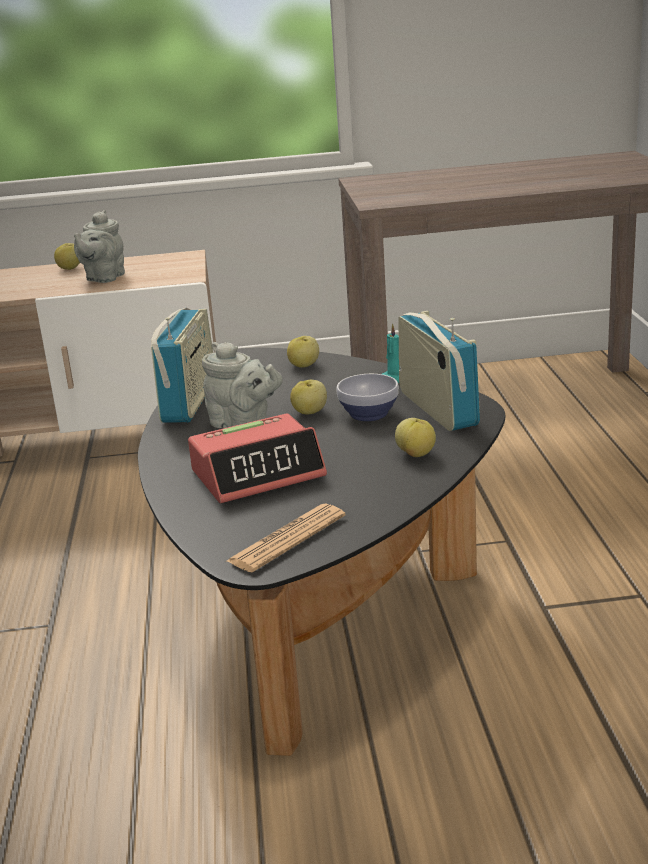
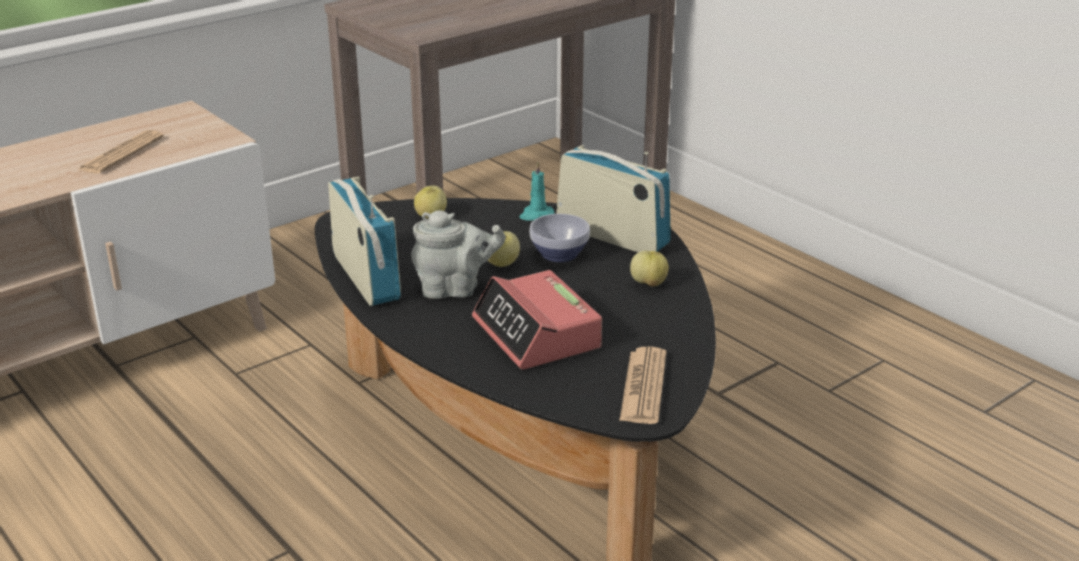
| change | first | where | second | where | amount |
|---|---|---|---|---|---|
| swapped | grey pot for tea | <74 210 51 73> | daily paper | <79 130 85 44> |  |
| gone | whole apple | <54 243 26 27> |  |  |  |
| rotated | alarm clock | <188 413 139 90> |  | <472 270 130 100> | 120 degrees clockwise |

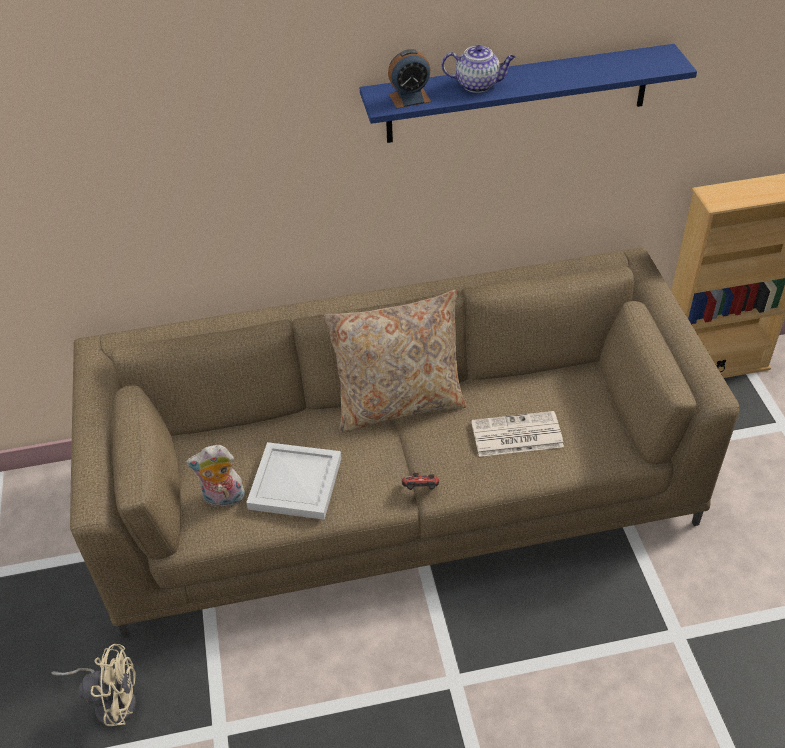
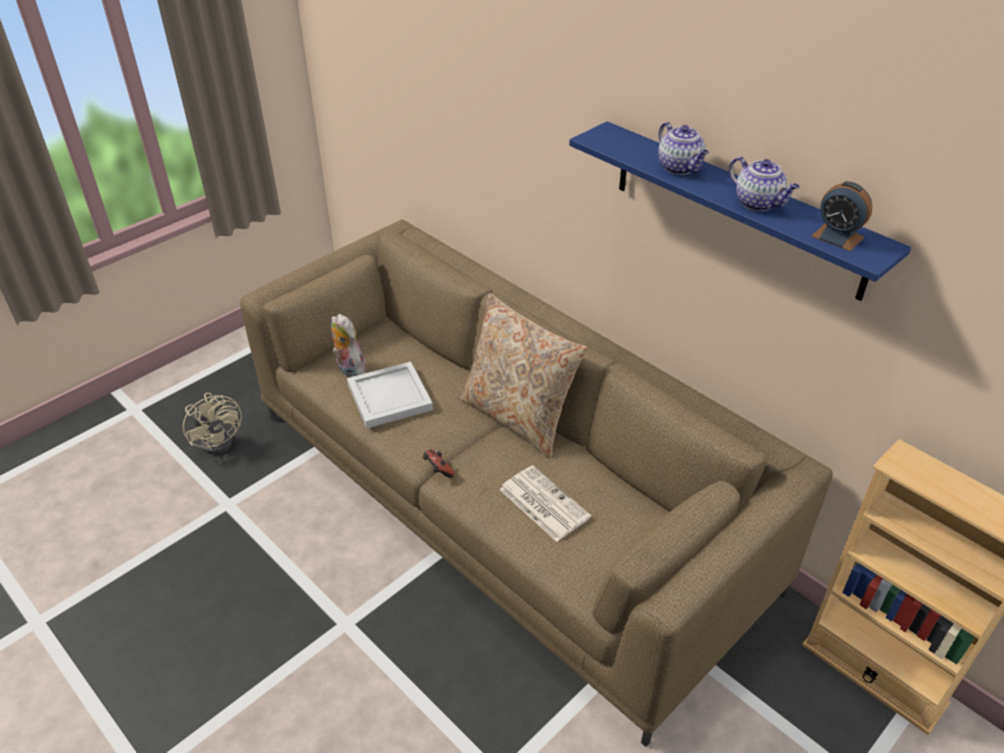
| change | first | where | second | where | amount |
|---|---|---|---|---|---|
| shifted | alarm clock | <388 49 43 60> |  | <811 181 61 70> |  |
| new |  |  | pot for tea | <729 157 71 54> |  |

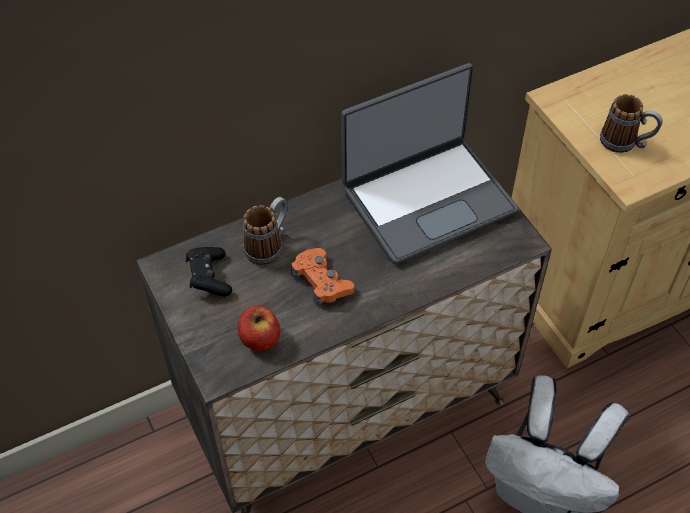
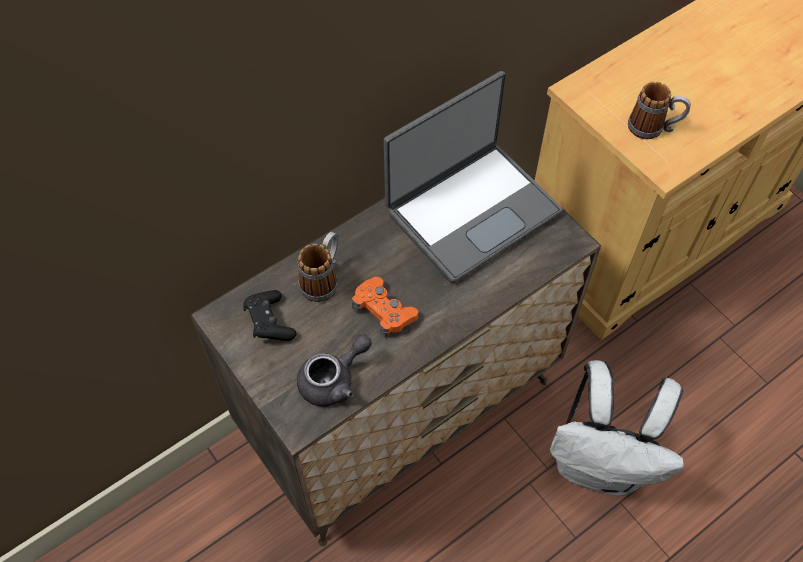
| change | first | where | second | where | amount |
|---|---|---|---|---|---|
| swapped | whole apple | <238 306 42 45> | grey pot for tea | <297 334 75 73> |  |

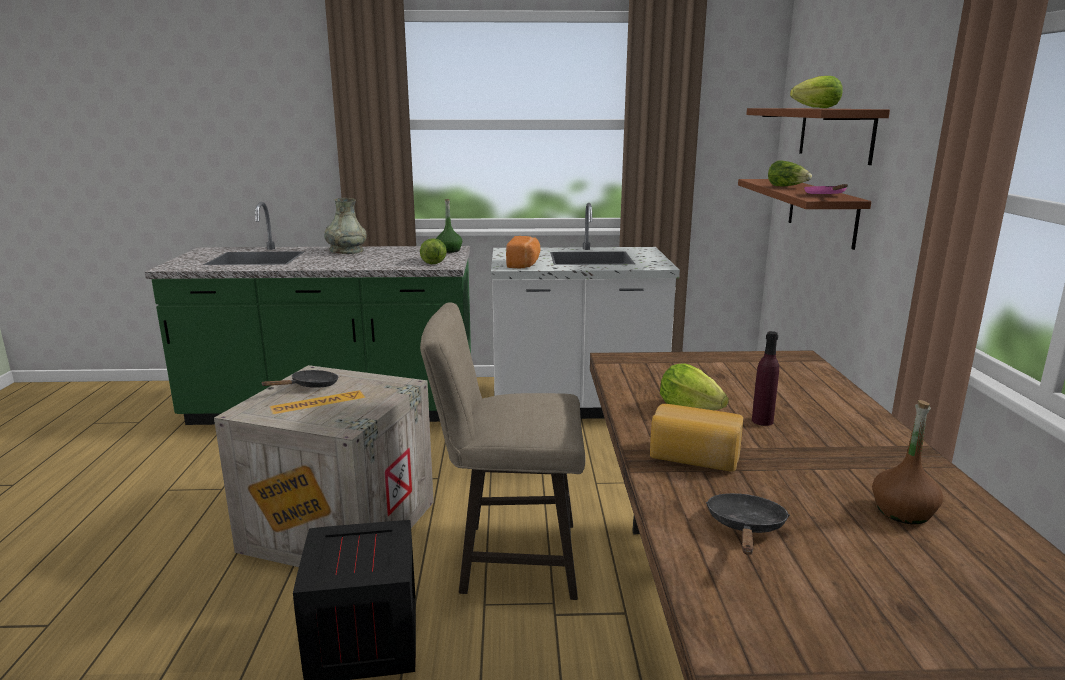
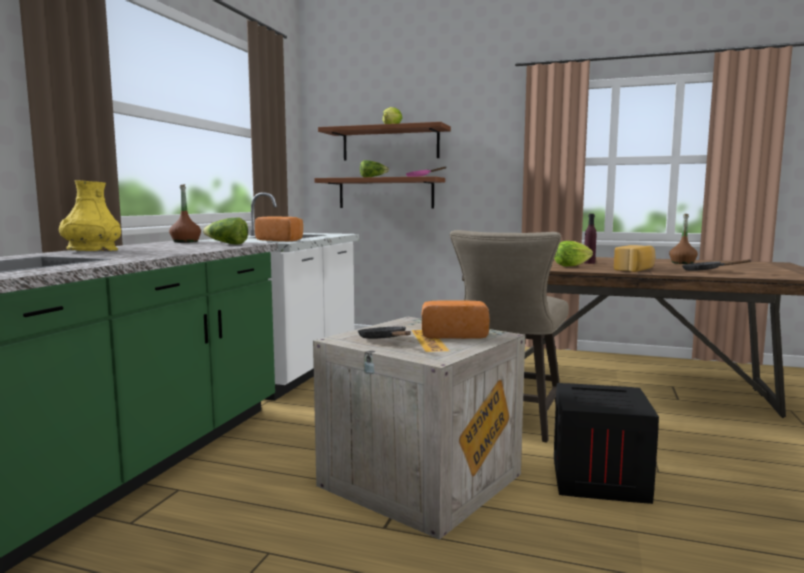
| change | first | where | second | where | amount |
|---|---|---|---|---|---|
| repainted | grey flower vase | <324 198 43 56> | yellow flower vase | <59 180 62 71> |  |
| repainted | green drink bottle | <436 199 26 54> | brown drink bottle | <169 184 32 59> |  |
| new |  |  | baked bread | <422 300 68 39> |  |

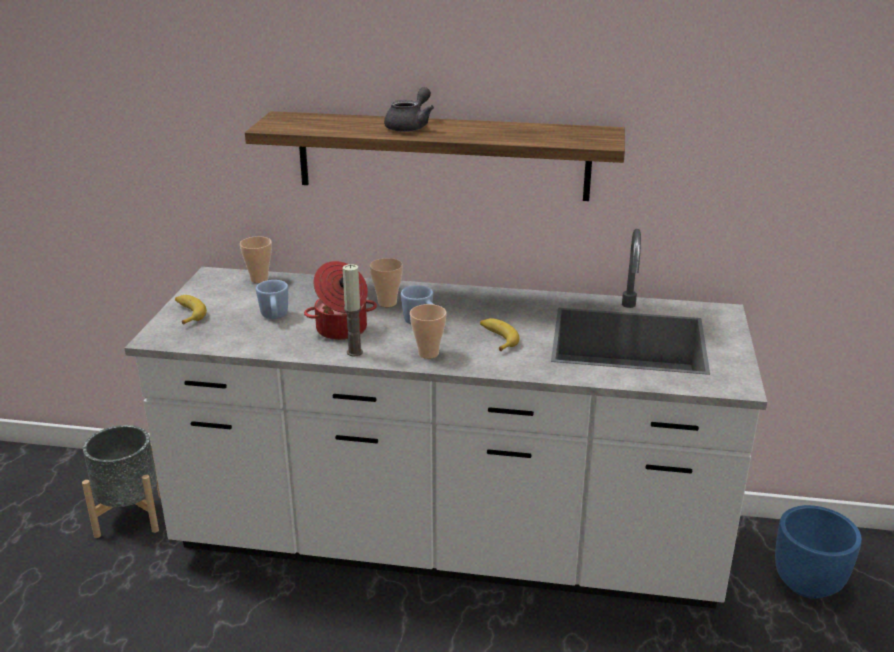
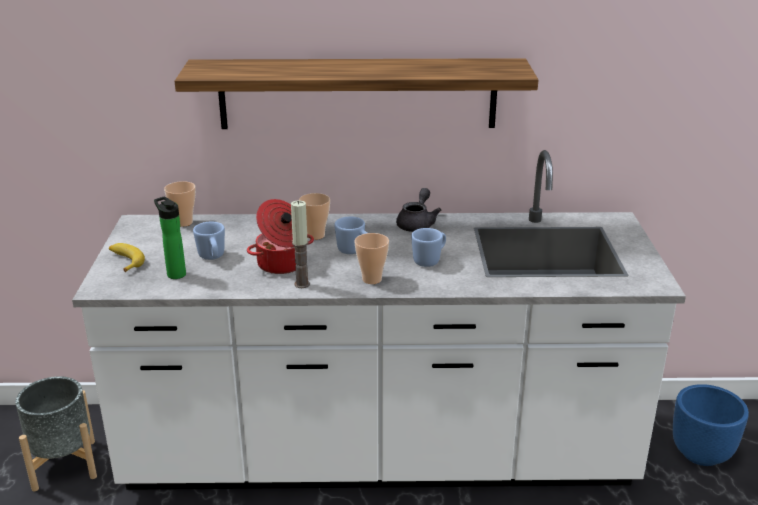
| change | first | where | second | where | amount |
|---|---|---|---|---|---|
| shifted | grey pot for tea | <384 87 50 45> |  | <396 188 45 44> |  |
| swapped | banana fruit | <480 318 40 33> | bluish coffee mug | <411 228 35 39> |  |
| new |  |  | drink bottle | <154 196 32 83> |  |

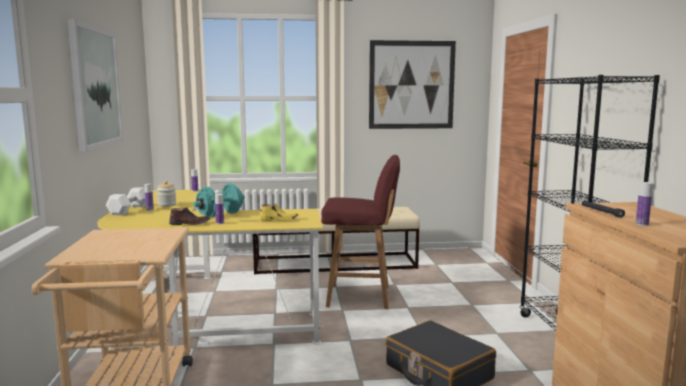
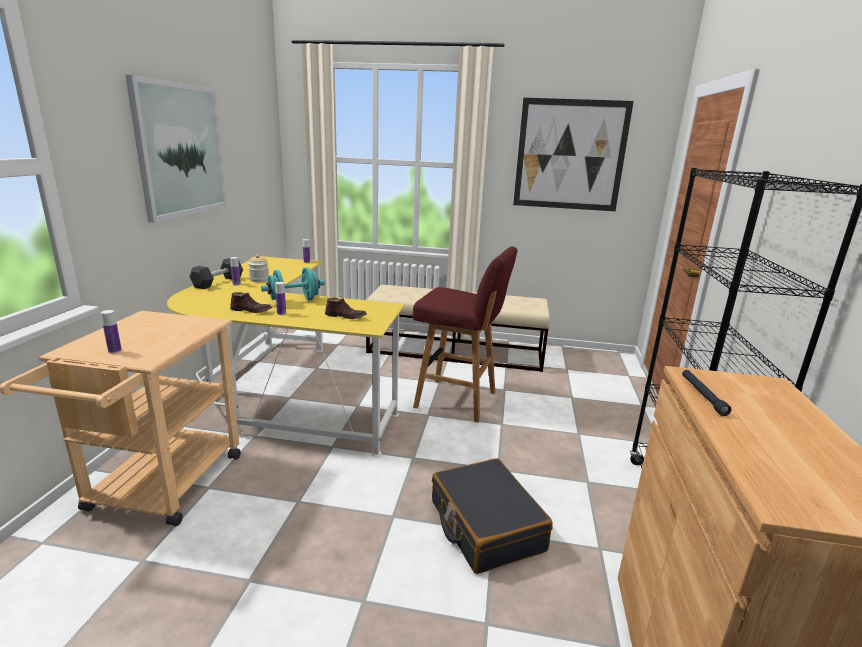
| change | first | where | second | where | amount |
|---|---|---|---|---|---|
| shifted | drink bottle | <636 182 17 44> |  | <101 310 21 44> |  |
| repainted | white-coloured dumbbell | <106 187 40 28> | black dumbbell | <189 258 54 31> |  |
| repainted | yellow shoe | <259 203 39 18> | brown shoe | <325 298 42 21> |  |

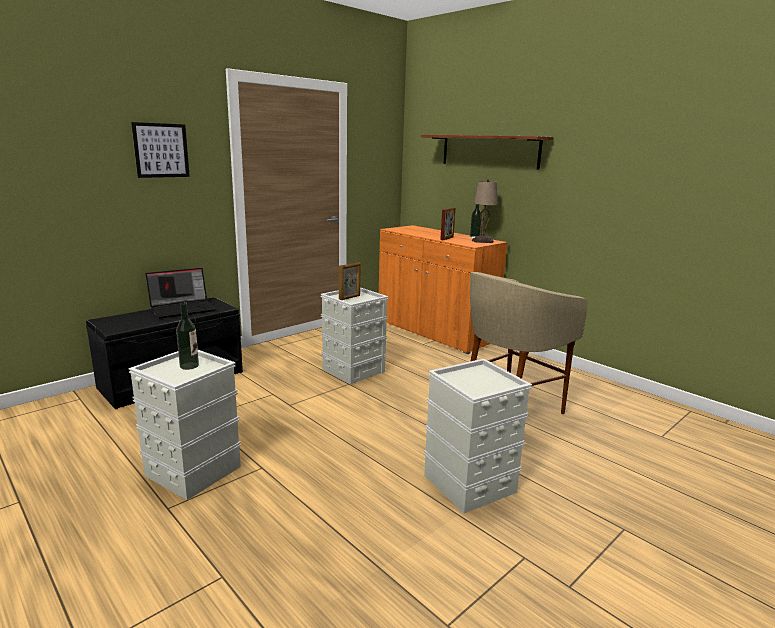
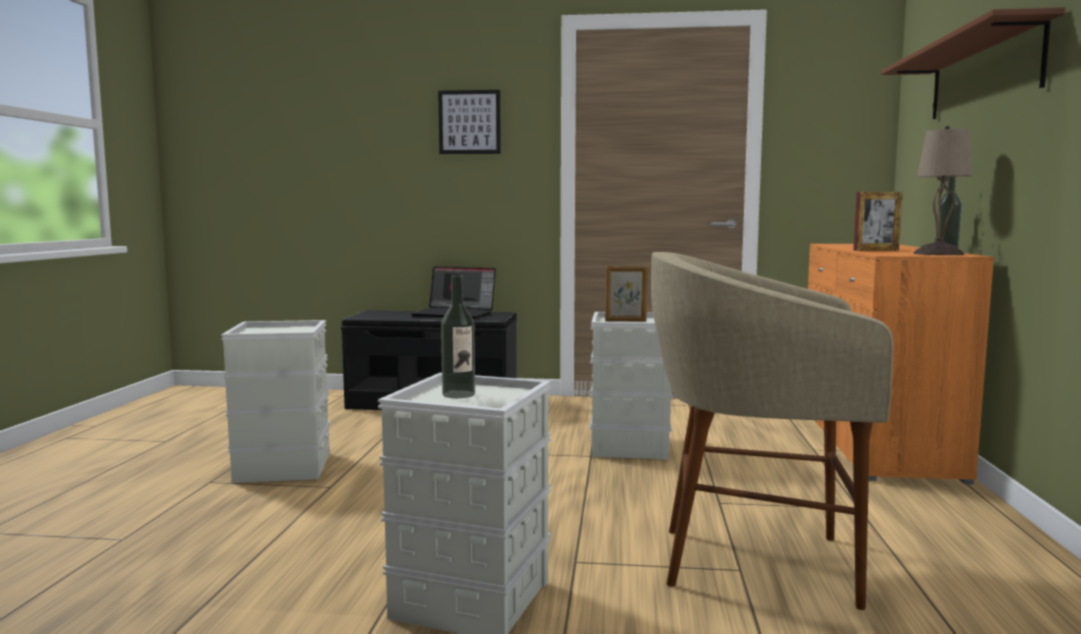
| change | first | where | second | where | amount |
|---|---|---|---|---|---|
| shifted | drink bottle | <176 302 23 68> |  | <441 275 34 123> |  |

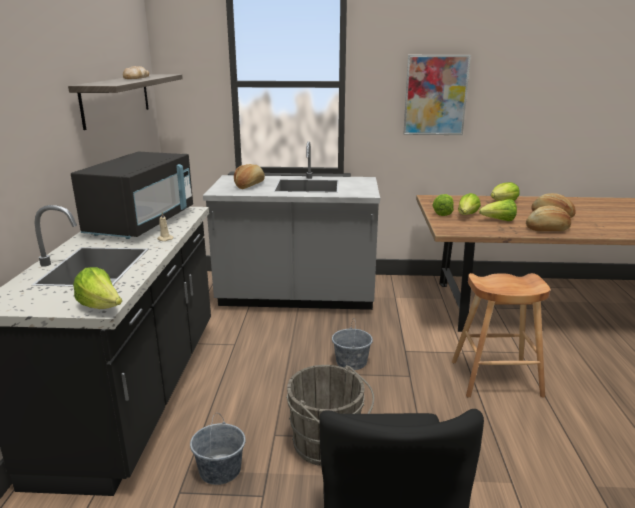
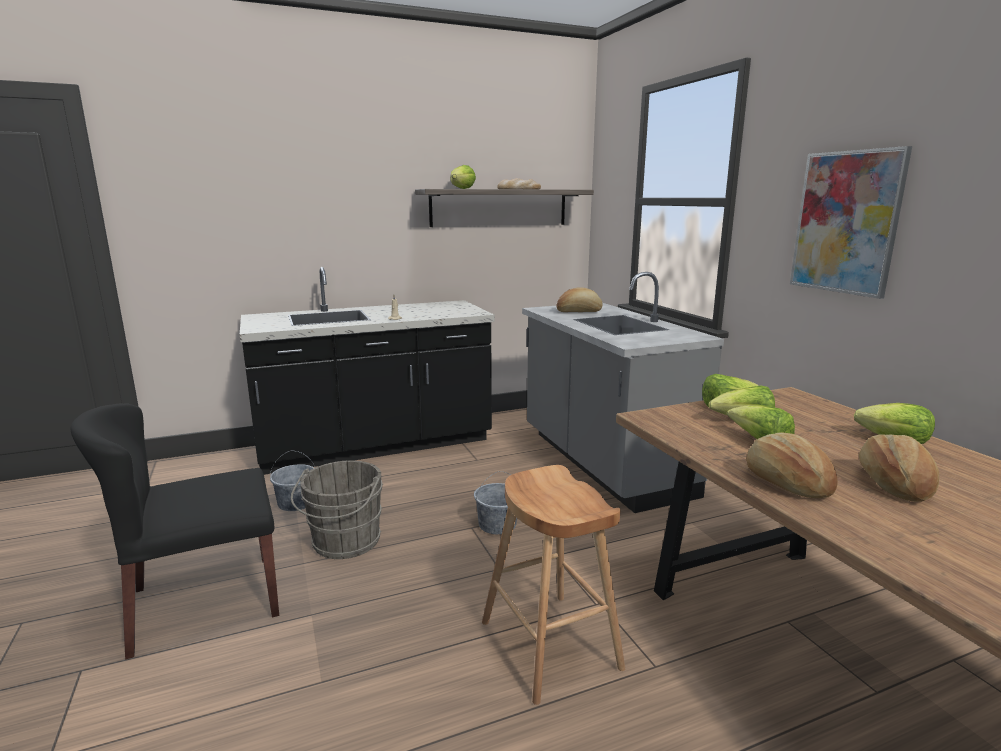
| change | first | where | second | where | amount |
|---|---|---|---|---|---|
| gone | black microwave oven | <71 152 122 87> |  |  |  |
| shifted | lettuce | <73 267 49 42> |  | <450 165 26 24> |  |

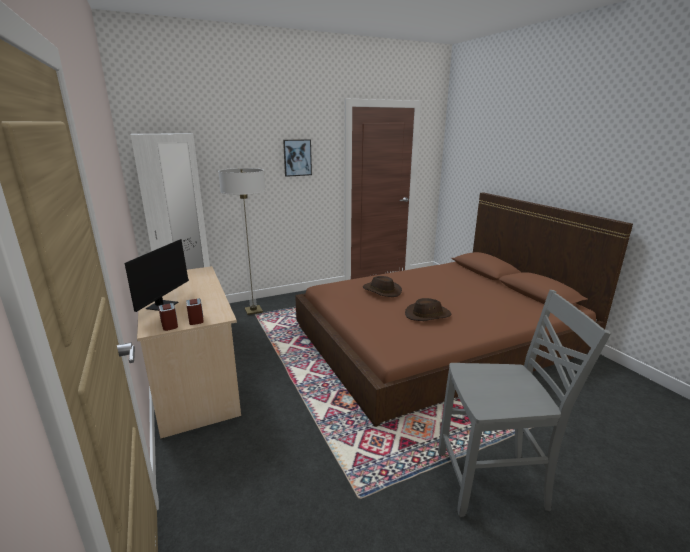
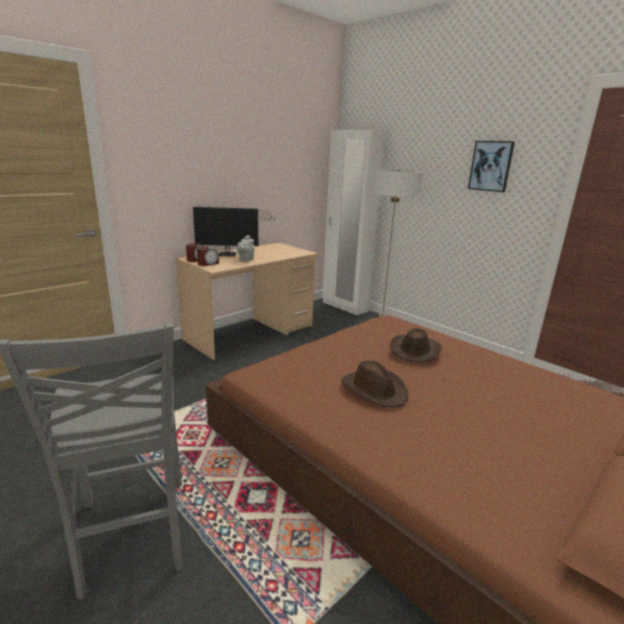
| change | first | where | second | where | amount |
|---|---|---|---|---|---|
| new |  |  | grey pot for tea | <237 235 18 27> |  |

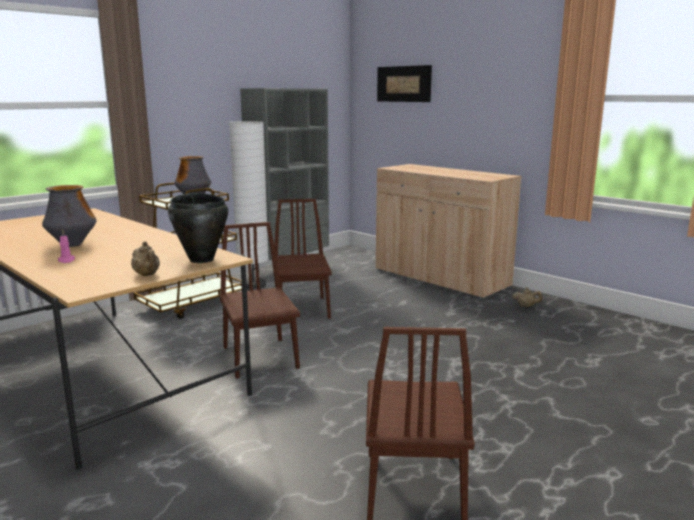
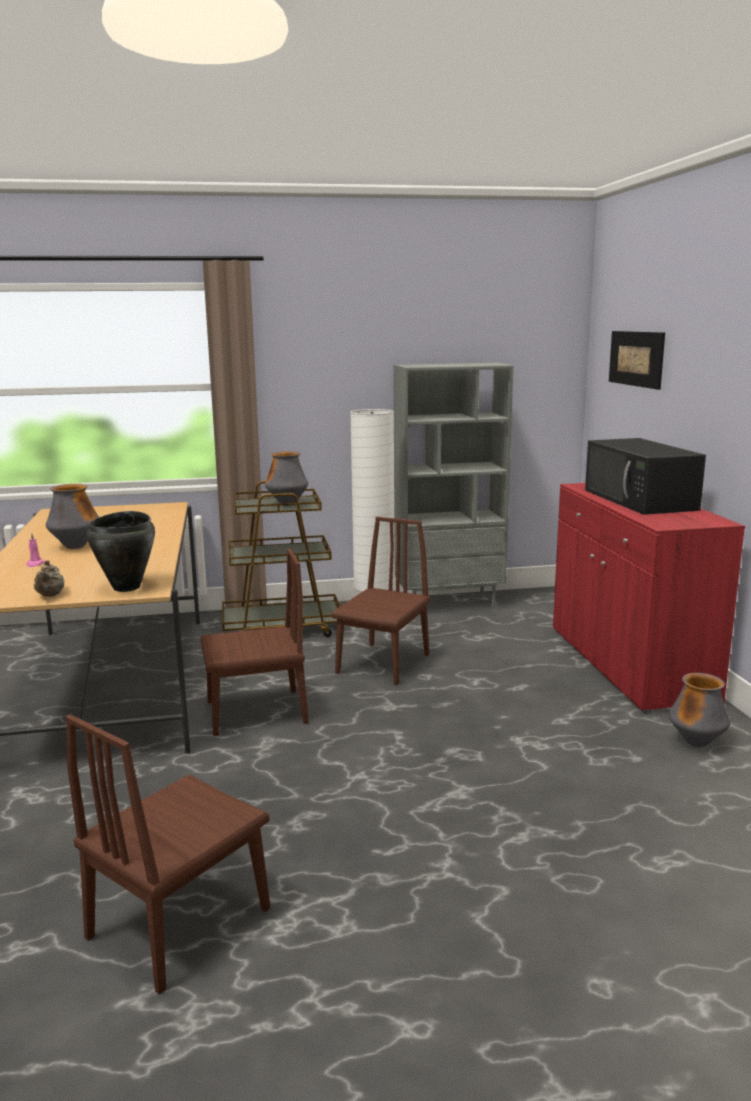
| change | first | where | second | where | amount |
|---|---|---|---|---|---|
| repainted | sand-coloured storage cabinet | <376 164 146 135> | red-coloured storage cabinet | <553 483 192 230> |  |
| rotated | brown upright chair | <219 222 81 157> |  | <200 548 109 188> | 60 degrees clockwise |
| swapped | sand-coloured pot for tea | <512 287 30 20> | flower vase | <669 673 61 74> |  |
| new |  |  | black microwave oven | <585 438 121 77> |  |

